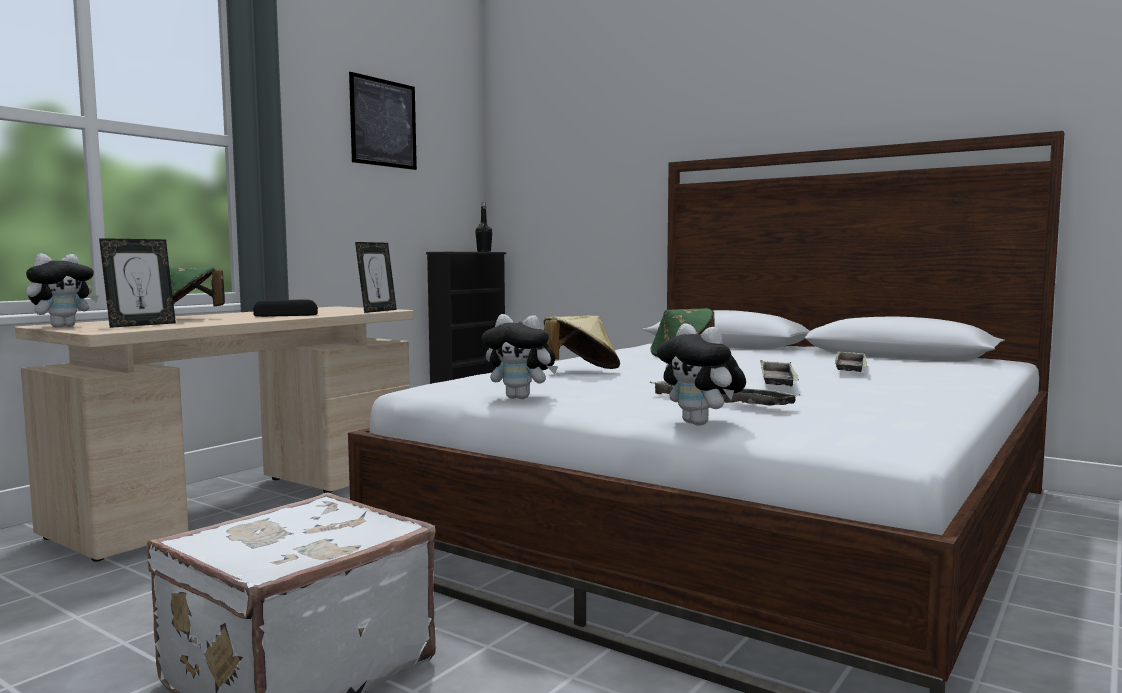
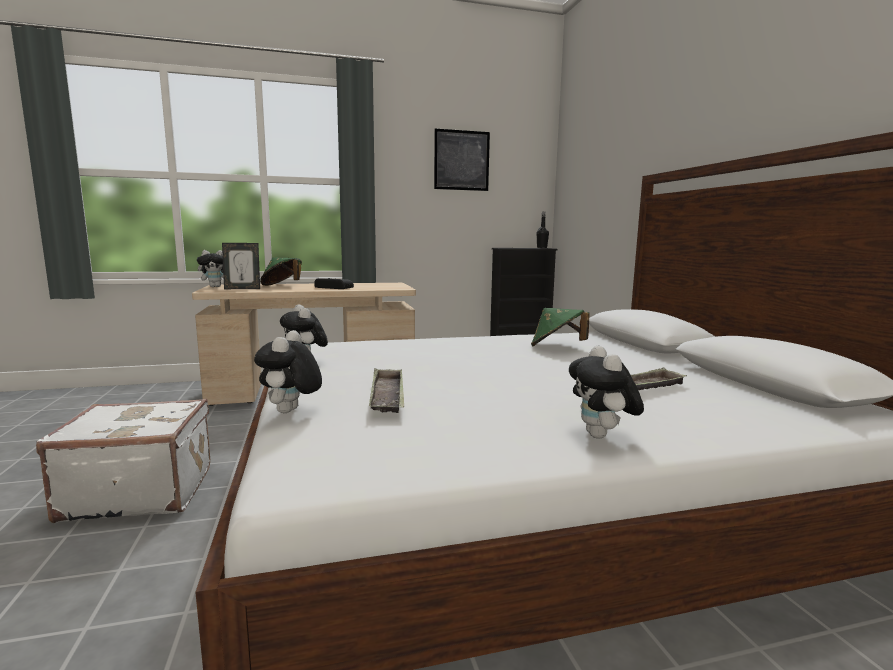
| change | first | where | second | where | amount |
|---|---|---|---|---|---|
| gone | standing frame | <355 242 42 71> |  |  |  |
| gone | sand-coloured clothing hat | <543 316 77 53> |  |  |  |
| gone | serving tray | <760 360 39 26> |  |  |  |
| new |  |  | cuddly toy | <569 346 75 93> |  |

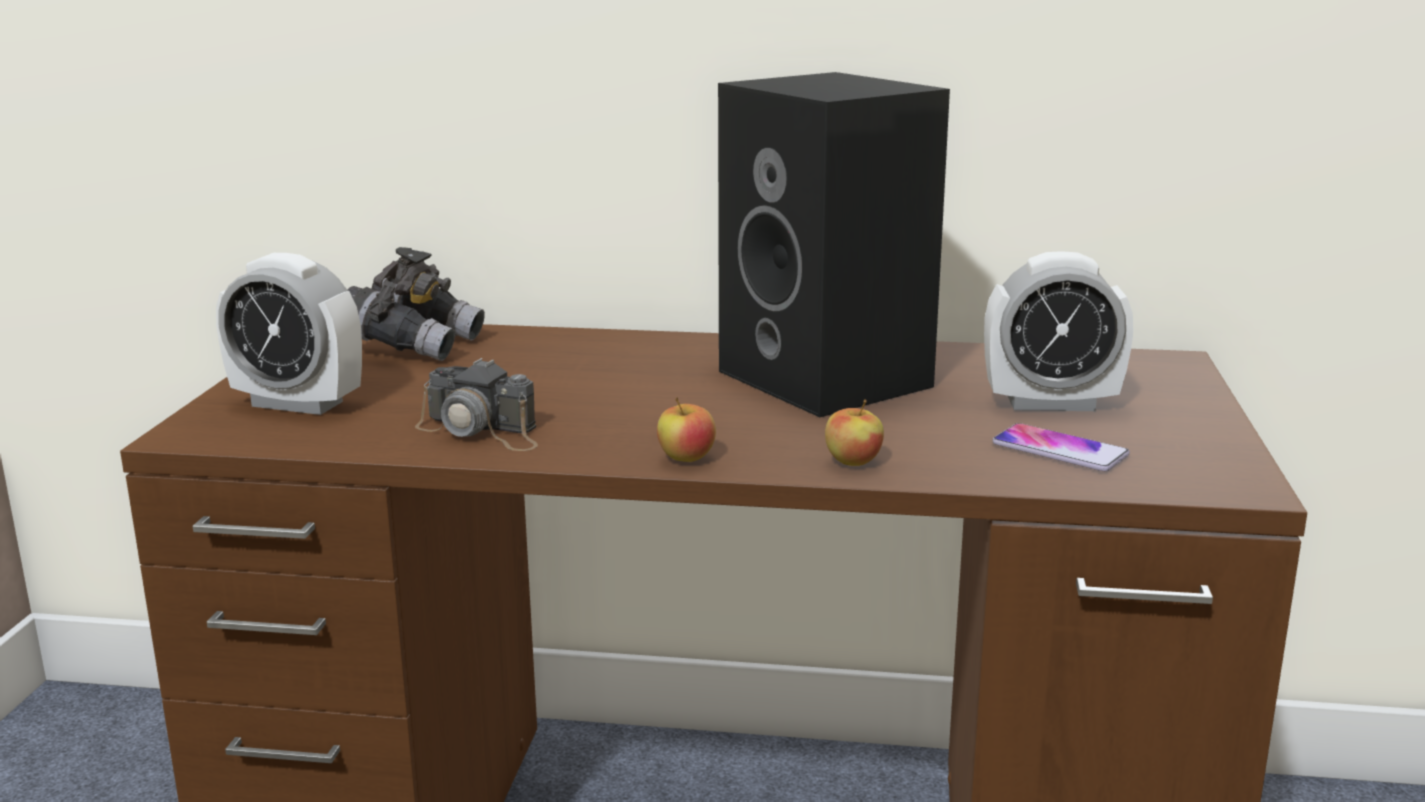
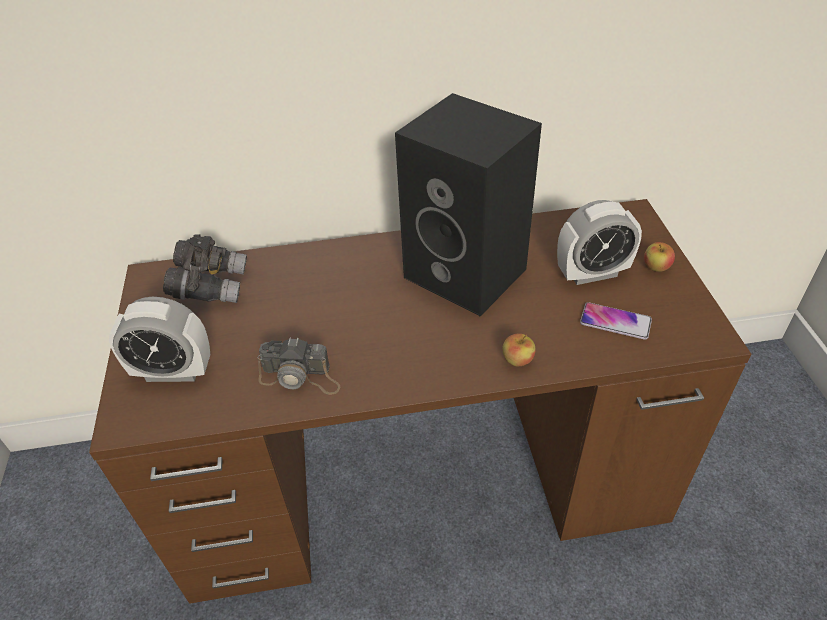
| change | first | where | second | where | amount |
|---|---|---|---|---|---|
| shifted | whole apple | <657 397 59 65> |  | <644 242 31 30> |  |

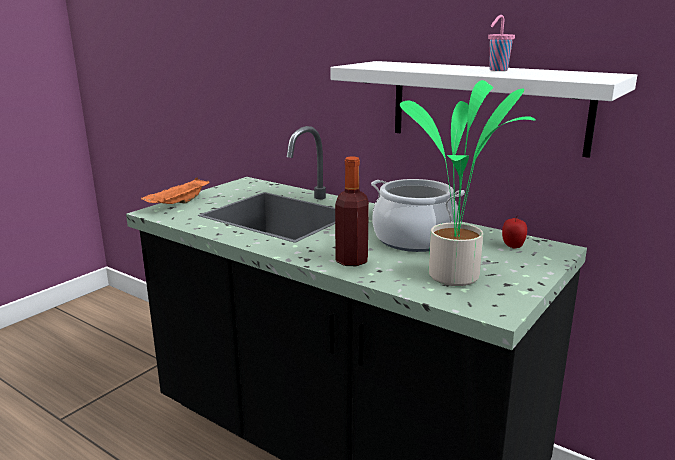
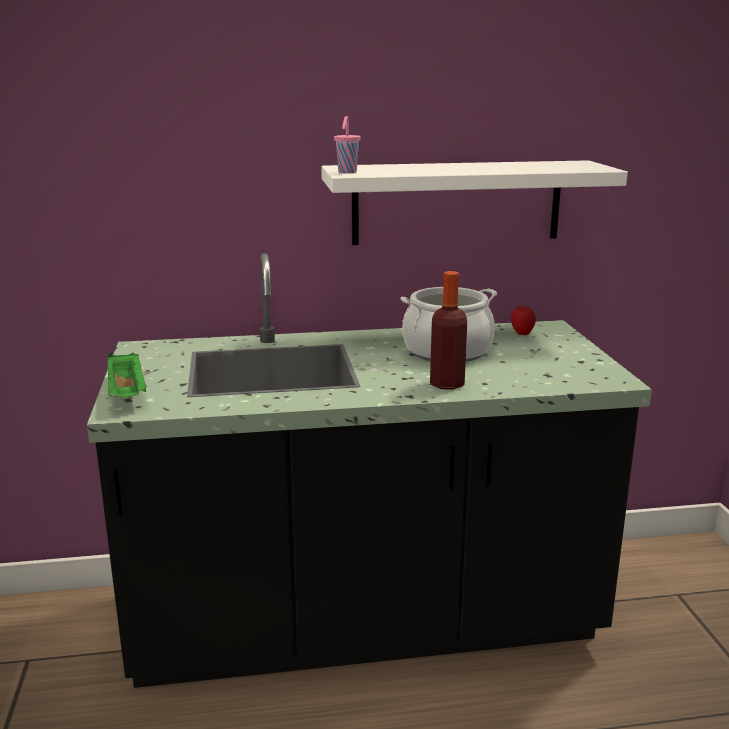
| change | first | where | second | where | amount |
|---|---|---|---|---|---|
| shifted | pink-coloured cup | <488 15 27 56> |  | <334 116 27 57> |  |
| gone | plant in a pot | <400 80 136 206> |  |  |  |
| repainted | orange-coloured serving tray | <141 178 69 26> | green serving tray | <108 353 39 44> |  |

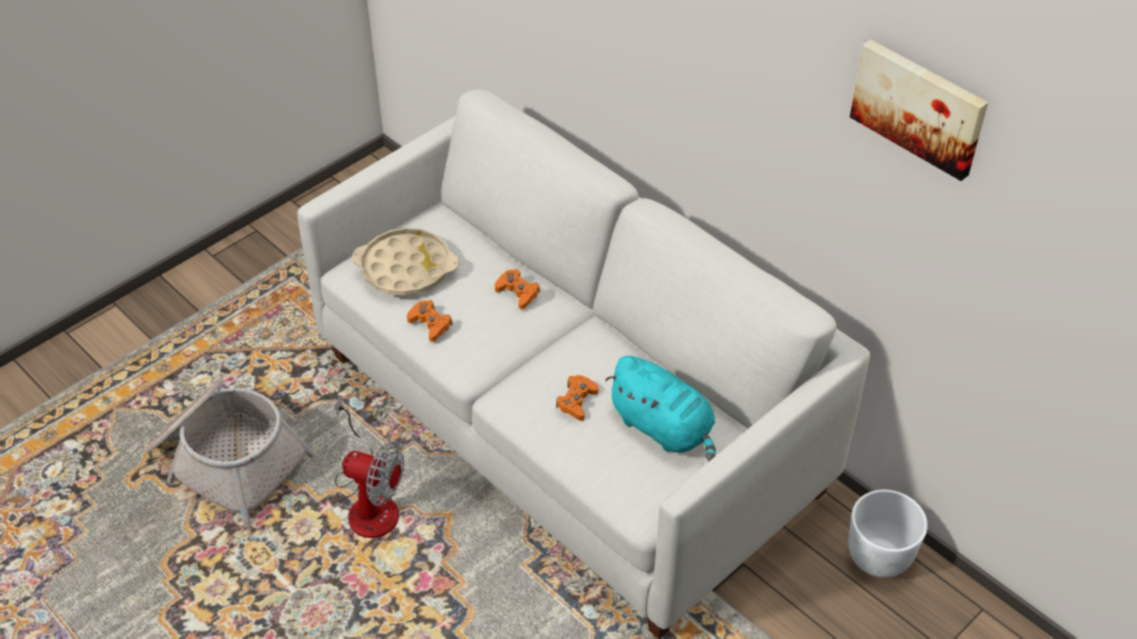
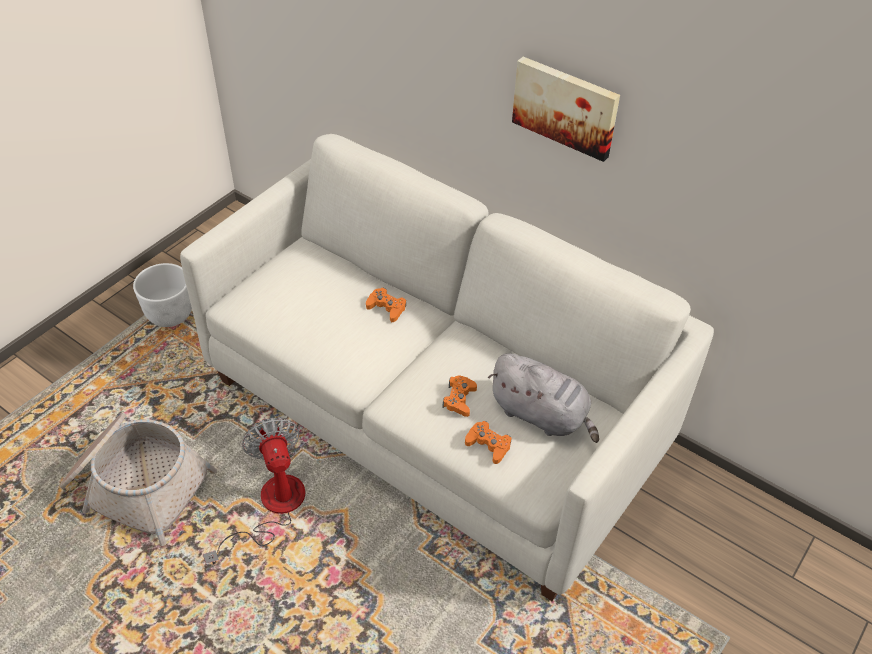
| change | first | where | second | where | amount |
|---|---|---|---|---|---|
| shifted | wall art | <850 40 138 141> |  | <512 57 108 105> |  |
| gone | sand-coloured serving tray | <352 228 107 68> |  |  |  |
| shifted | orange-coloured gamepad | <407 300 45 42> |  | <465 421 47 43> |  |
| repainted | turquoise cuddly toy | <605 356 111 105> | grey cuddly toy | <488 354 111 89> |  |
| rotated | electric fan | <335 396 69 142> |  | <203 417 102 148> | 120 degrees counterclockwise |
| shifted | white-coloured planter | <848 490 80 88> |  | <133 263 59 64> |  |

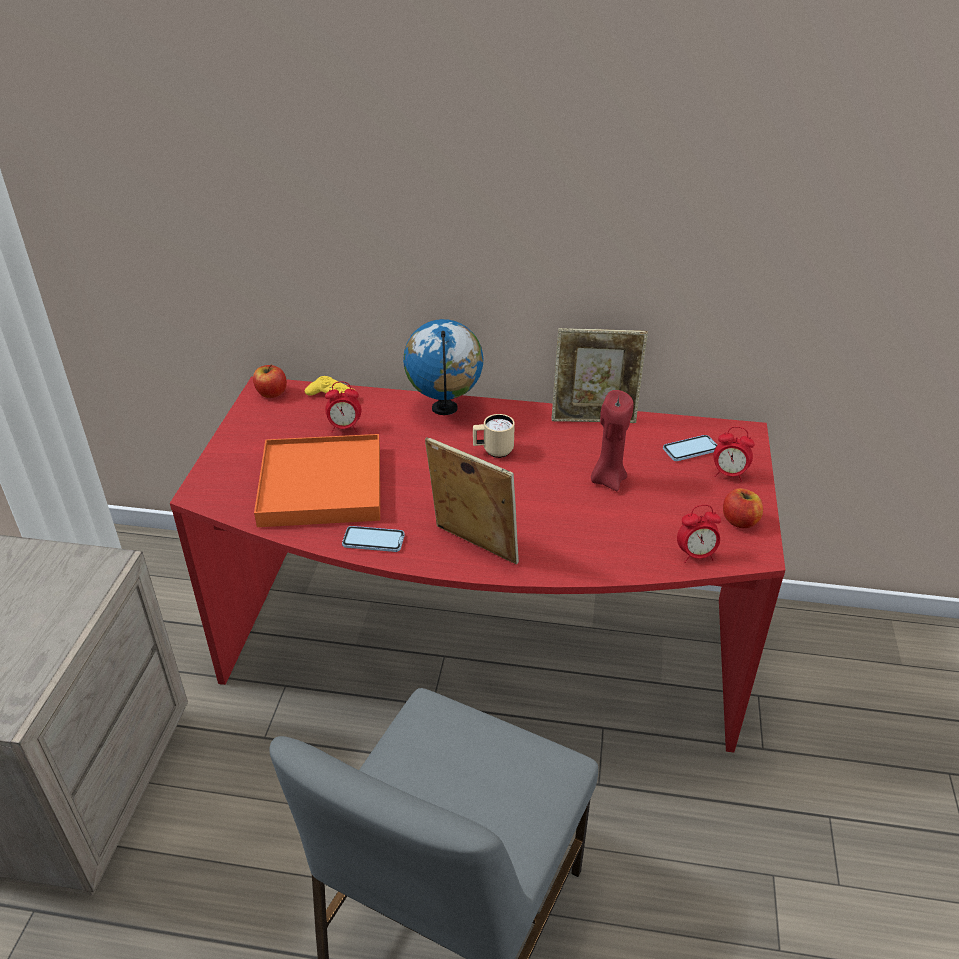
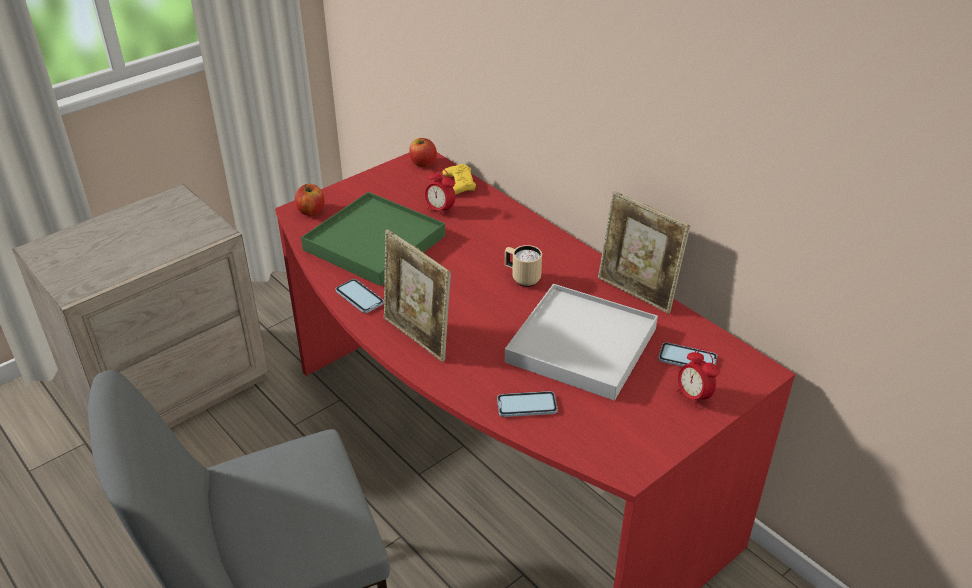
| change | first | where | second | where | amount |
|---|---|---|---|---|---|
| gone | desk globe | <403 319 80 96> |  |  |  |
| swapped | red-coloured candle | <591 390 43 101> | white-coloured serving tray | <505 284 153 117> |  |
| repainted | orange-coloured serving tray | <254 434 126 93> | green serving tray | <301 192 144 94> |  |
| rotated | standing frame | <425 437 94 128> |  | <384 230 67 132> | 150 degrees clockwise |
| shifted | whole apple | <723 488 40 40> |  | <295 184 30 32> |  |
| gone | alarm clock | <677 505 44 58> |  |  |  |
| new |  |  | telephone | <497 391 61 26> |  |

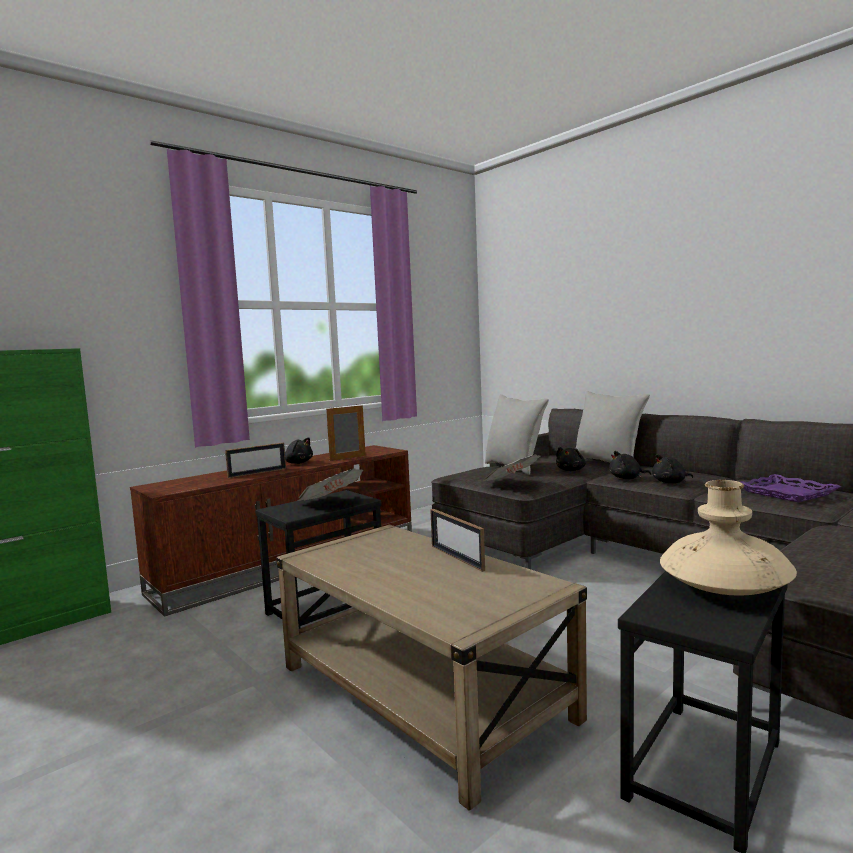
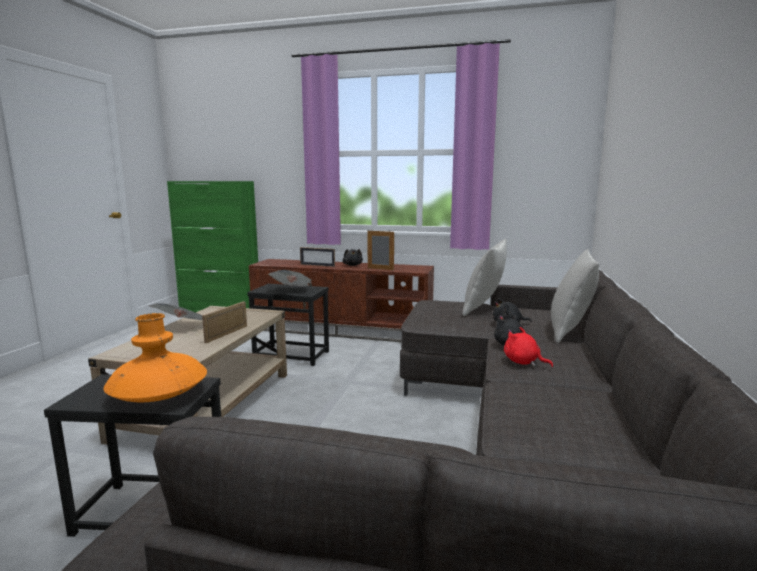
| change | first | where | second | where | amount |
|---|---|---|---|---|---|
| shifted | daily paper | <483 454 57 27> |  | <149 303 53 17> |  |
| repainted | black cuddly toy | <652 454 41 29> | red-coloured cuddly toy | <504 327 49 40> |  |
| gone | purplish serving tray | <740 474 101 29> |  |  |  |
| repainted | sand-coloured flower vase | <660 480 137 115> | orange-coloured flower vase | <104 313 103 89> |  |

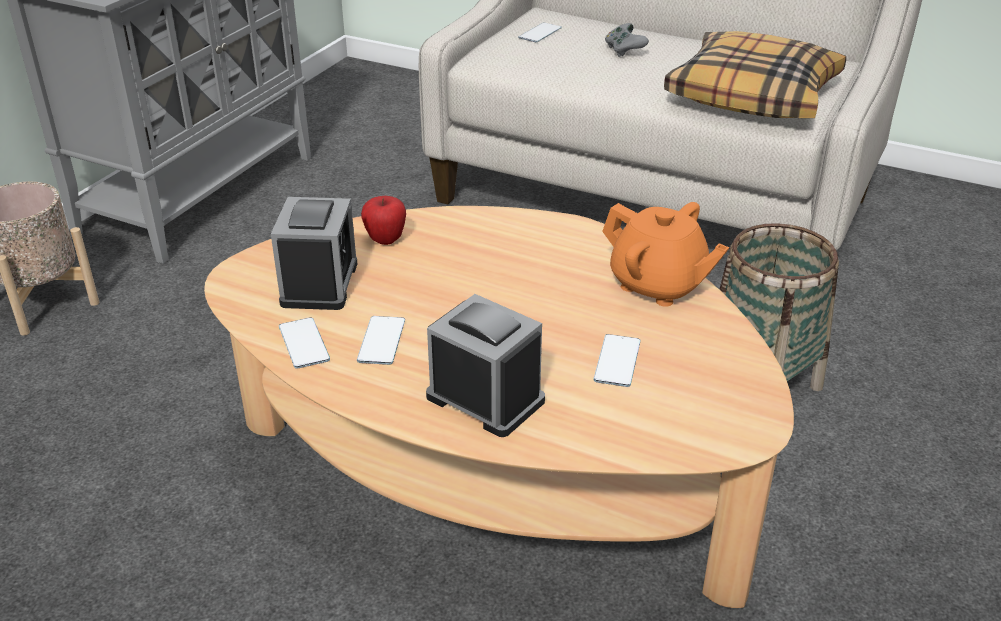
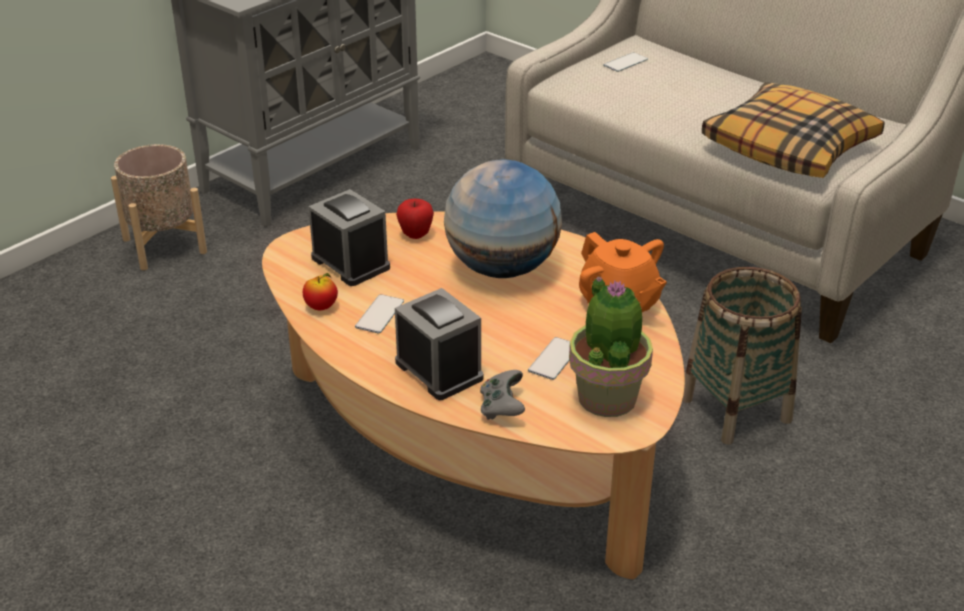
| change | first | where | second | where | amount |
|---|---|---|---|---|---|
| shifted | grey gamepad | <605 23 44 34> |  | <480 370 45 50> |  |
| rotated | alarm clock | <271 197 86 113> |  | <308 189 82 97> | 60 degrees counterclockwise |
| swapped | telephone | <279 317 51 52> | whole apple | <303 273 35 37> |  |
| new |  |  | desk globe | <444 160 118 118> |  |
| new |  |  | plant in a pot | <569 276 84 141> |  |

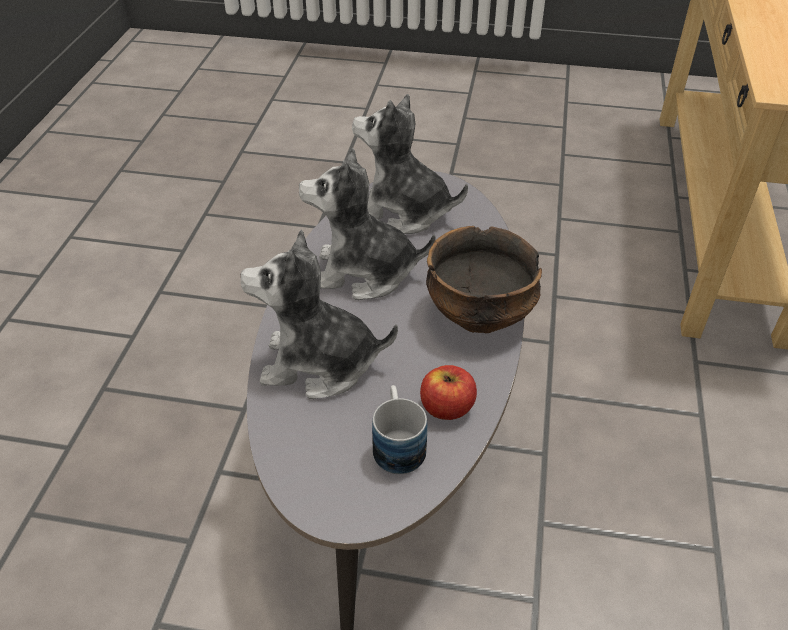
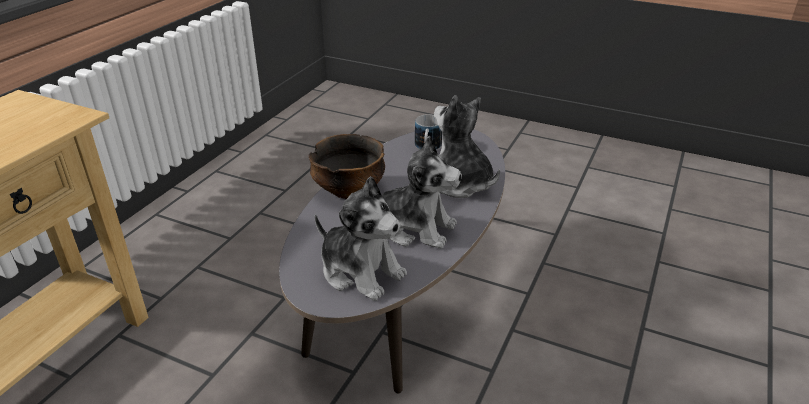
| change | first | where | second | where | amount |
|---|---|---|---|---|---|
| rotated | cuddly toy | <241 230 157 169> |  | <434 95 66 103> | 150 degrees counterclockwise |
| gone | whole apple | <420 365 57 55> |  |  |  |

